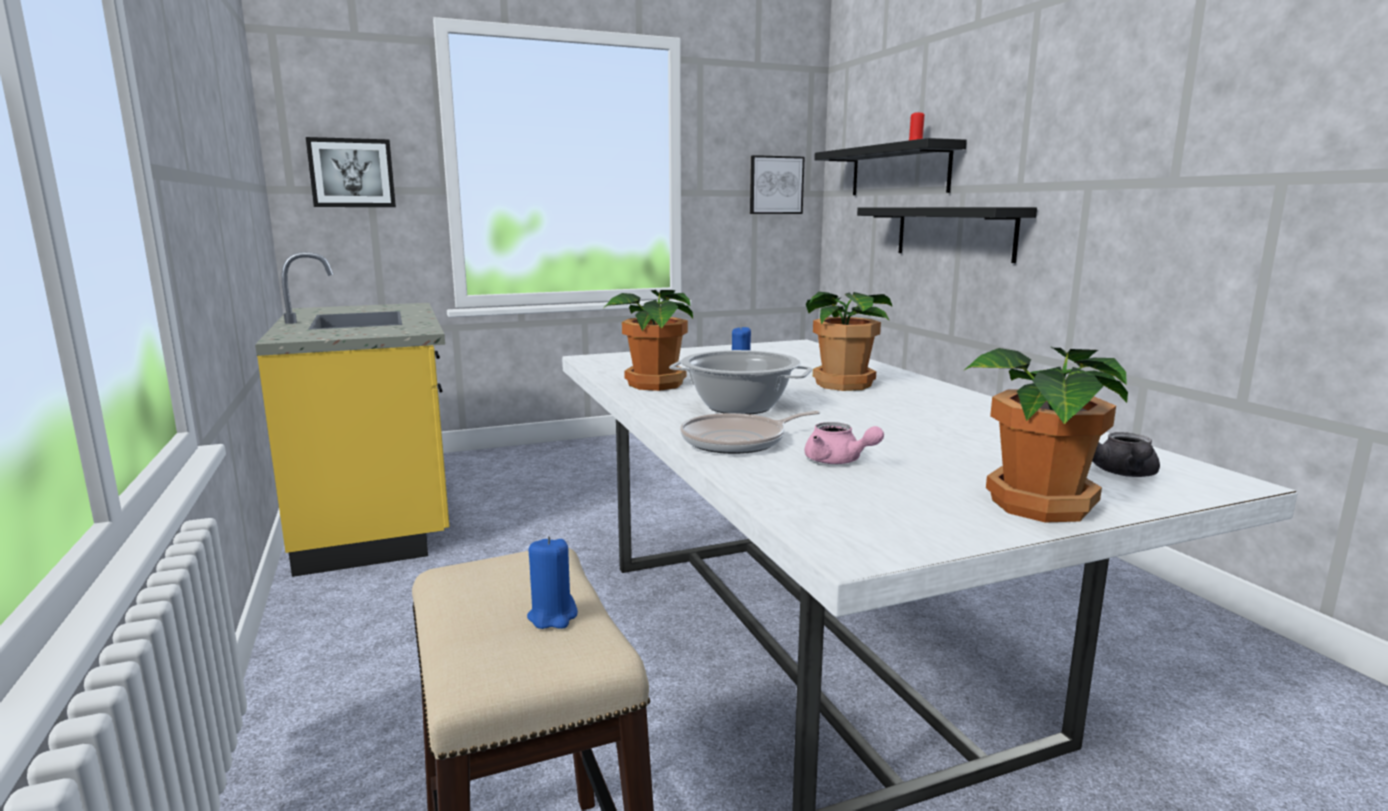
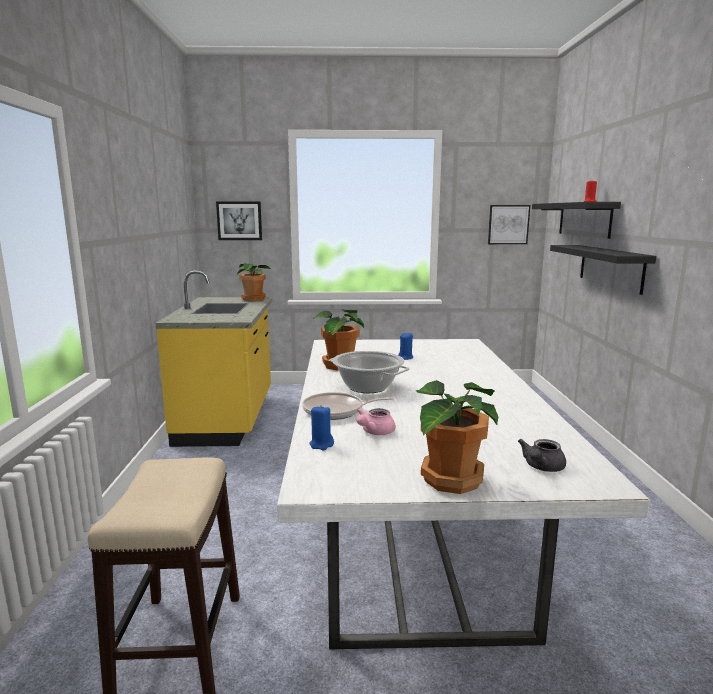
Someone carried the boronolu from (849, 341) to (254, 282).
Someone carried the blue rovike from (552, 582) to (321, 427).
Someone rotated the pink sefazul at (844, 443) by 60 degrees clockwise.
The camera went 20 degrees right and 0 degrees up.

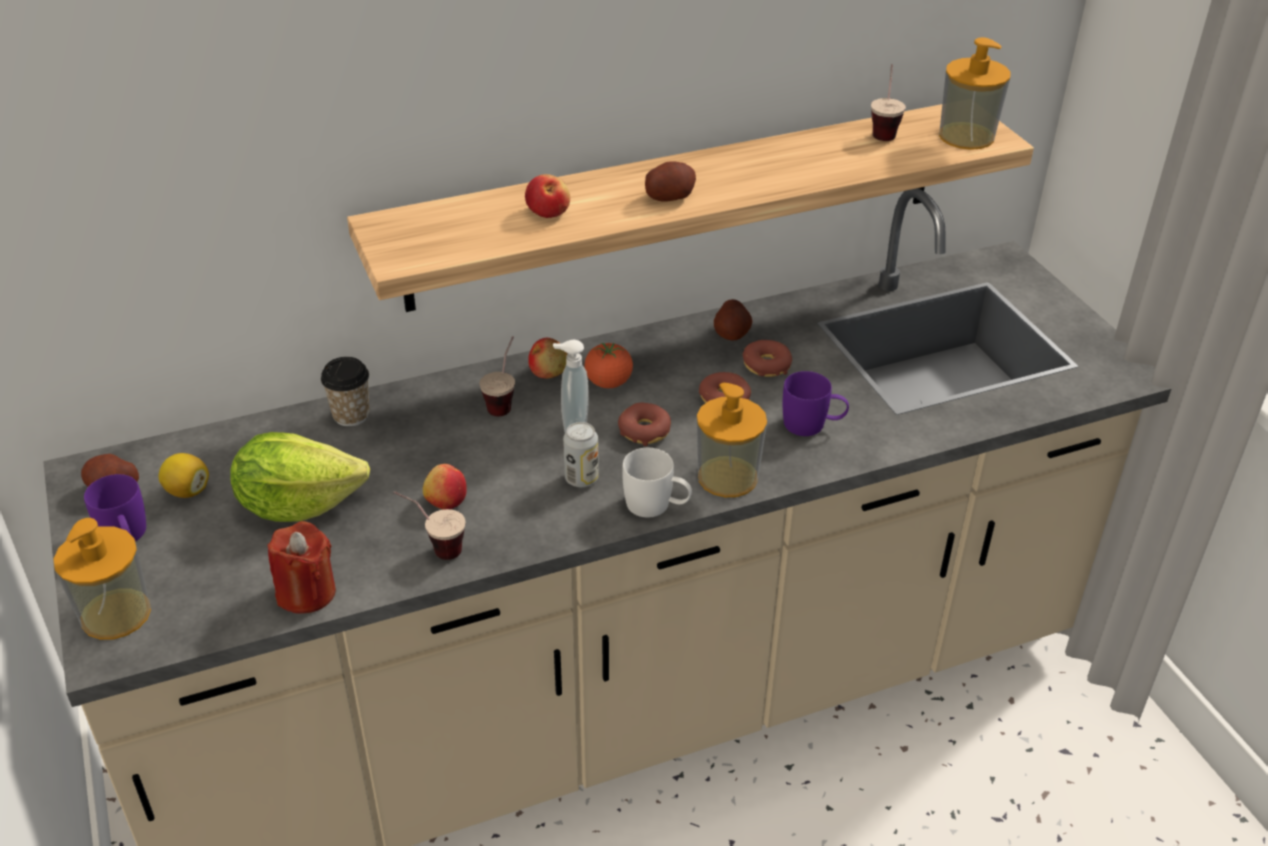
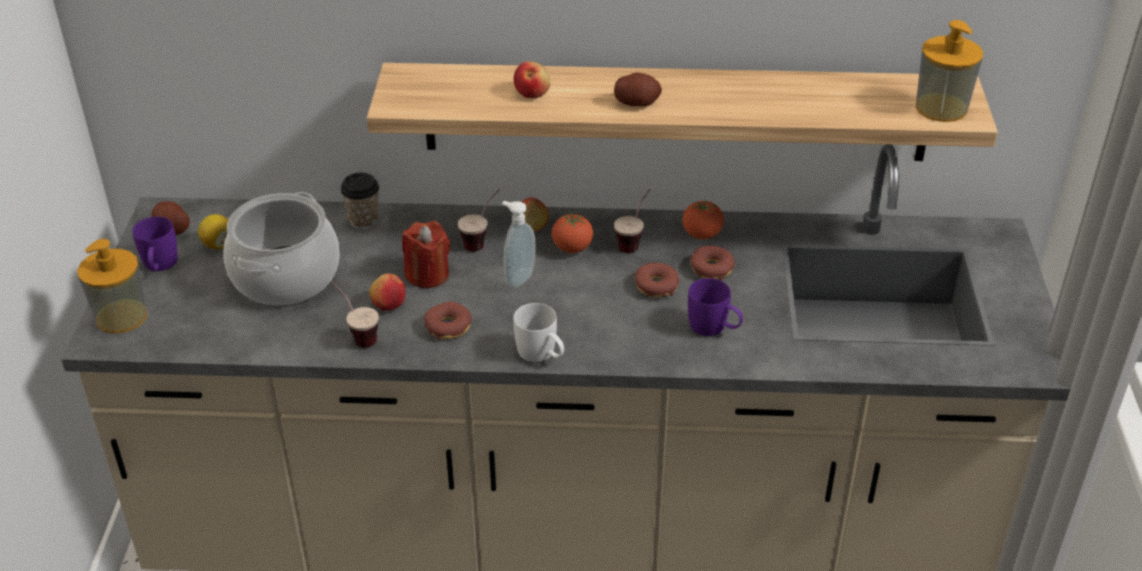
Someone swapped the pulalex at (300, 477) for the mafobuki at (281, 248).
Someone carried the red rovike from (302, 567) to (426, 254).
Someone carried the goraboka from (644, 424) to (448, 321).
Someone carried the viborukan from (888, 102) to (632, 221).
Someone swapped the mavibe at (733, 320) for the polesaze at (703, 219).
Someone took away the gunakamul at (581, 454).
Someone took away the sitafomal at (732, 440).
The camera went 25 degrees right and 0 degrees up.

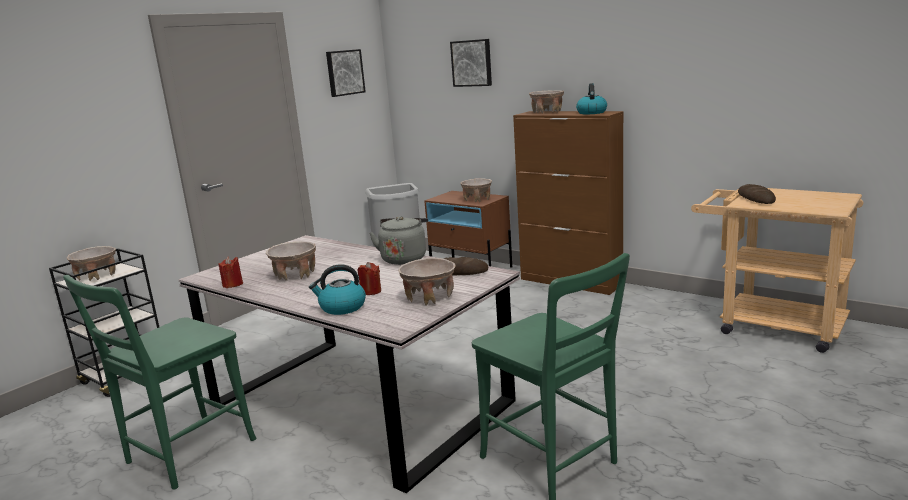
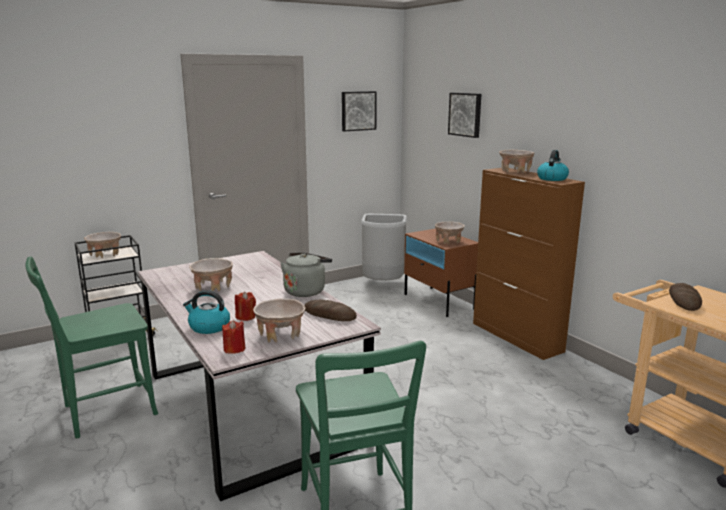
Someone carried the red rovike from (231, 272) to (233, 337).
The camera went 20 degrees right and 0 degrees up.

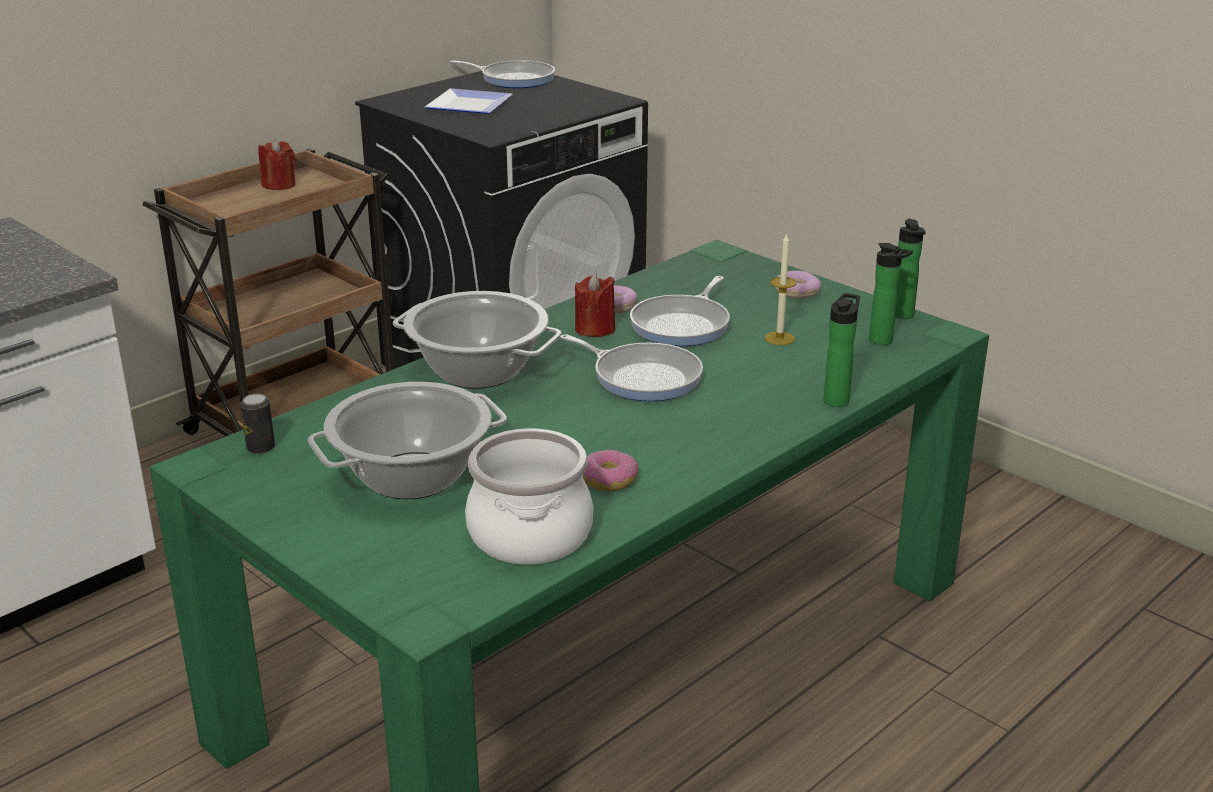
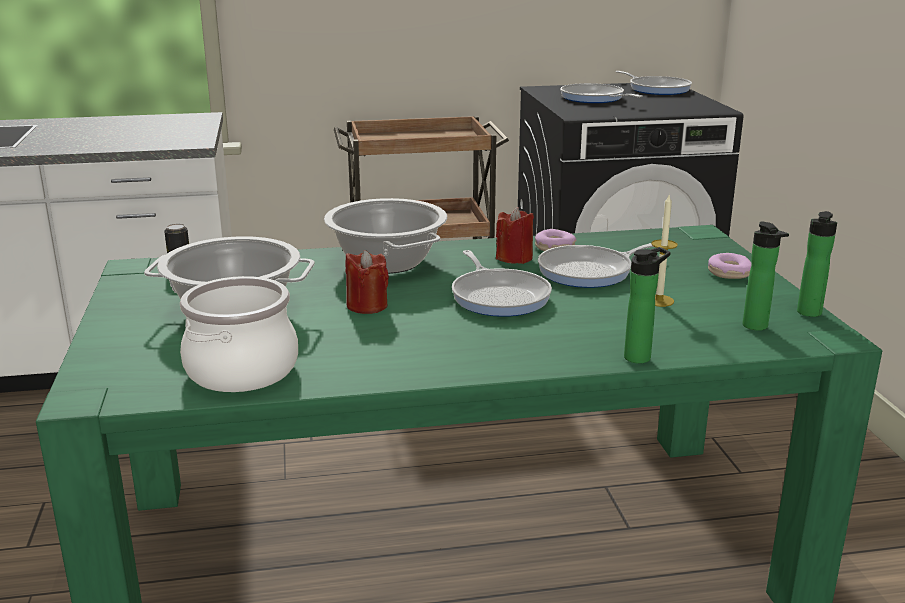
Someone carried the red rovike from (277, 164) to (367, 282).
Someone swapped the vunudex at (469, 101) for the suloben at (601, 93).
Someone took away the goraboka at (610, 470).
The camera went 35 degrees right and 5 degrees down.

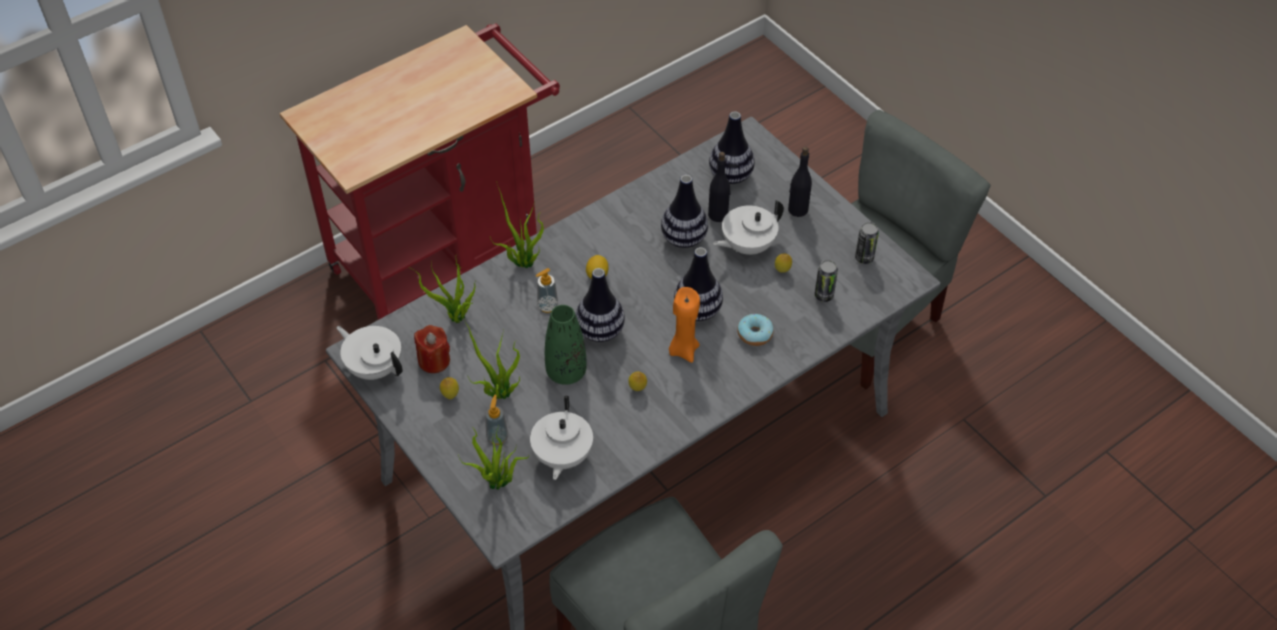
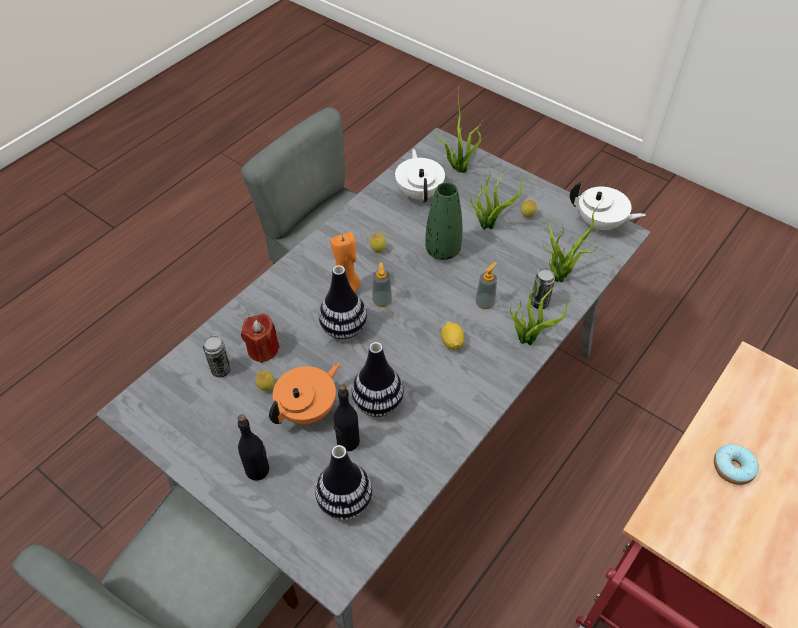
Someone carried the red rovike from (432, 349) to (260, 338).
Someone repainted the white sefazul at (748, 227), which became the orange sefazul at (304, 393).
Someone carried the sitafomal from (496, 420) to (382, 284).
Someone carried the gunakamul from (867, 243) to (543, 288).
Someone carried the goraboka from (755, 330) to (736, 464).
Someone took away the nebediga at (600, 305).
The camera went 165 degrees right and 0 degrees up.

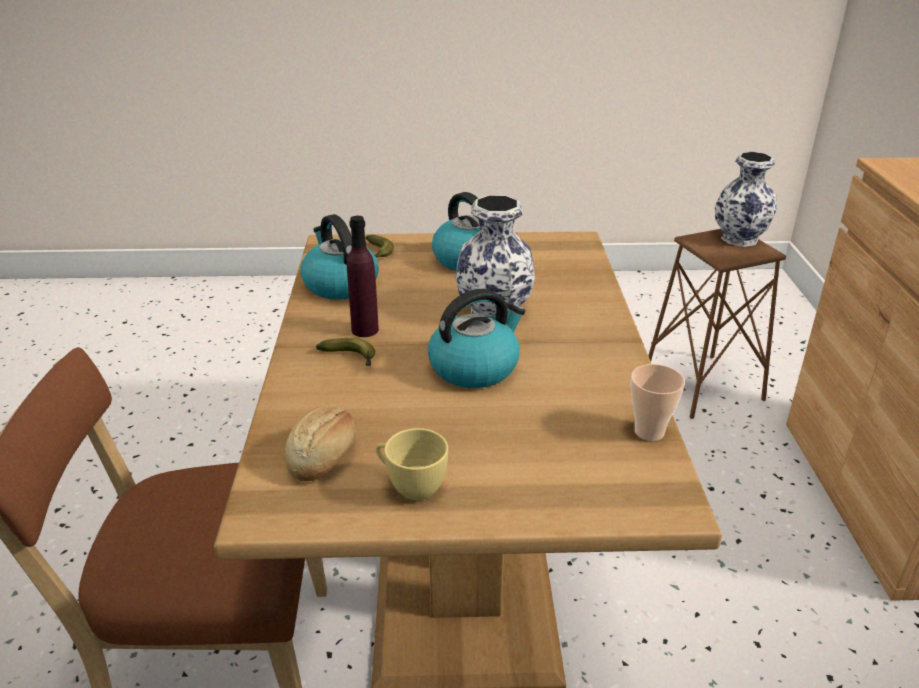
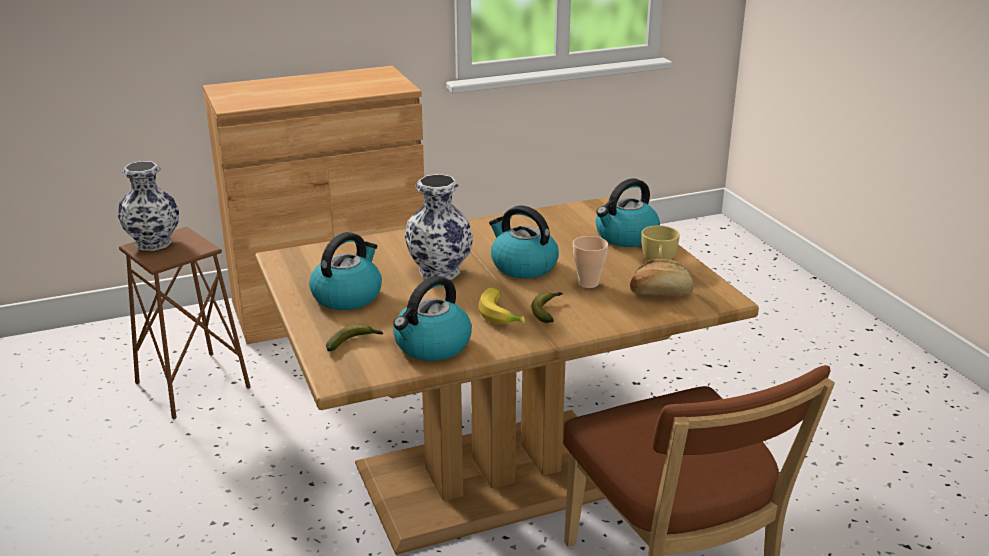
Someone swapped the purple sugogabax at (363, 276) for the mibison at (502, 306).
Someone carried the viborukan from (658, 402) to (590, 262).
Someone put down the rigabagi at (628, 212).
The camera went 110 degrees left and 5 degrees down.

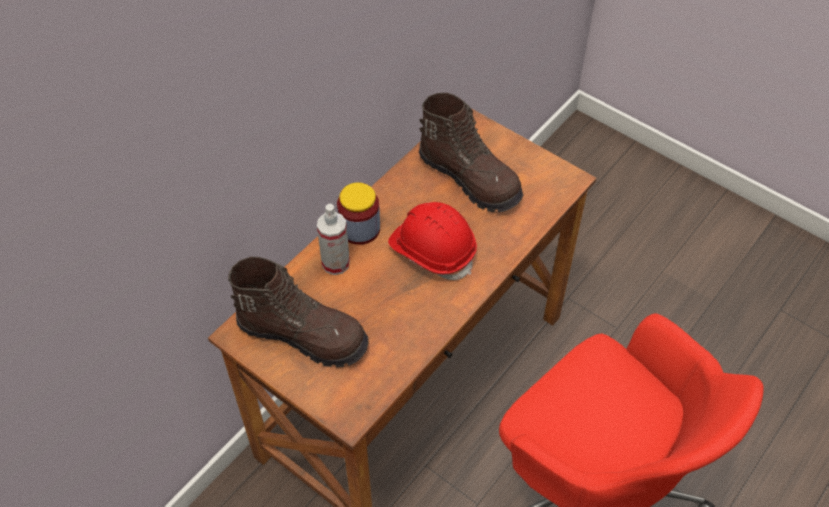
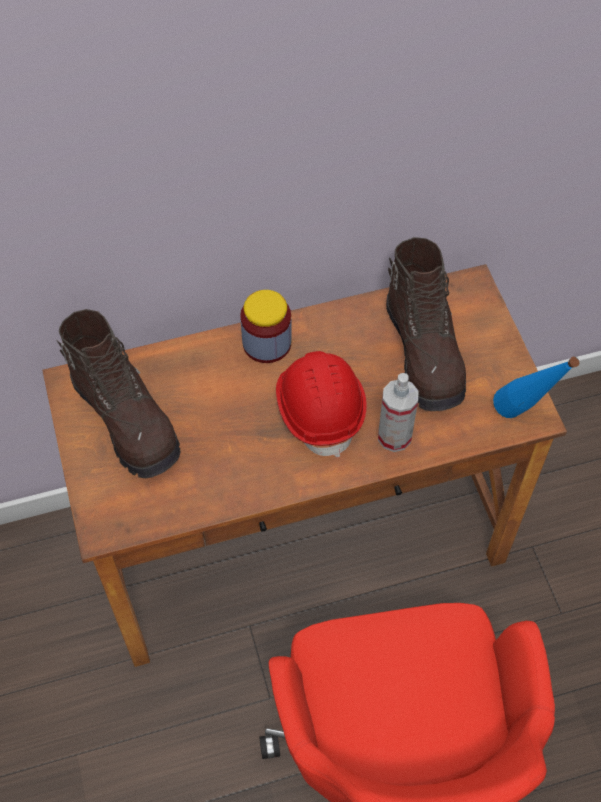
Someone carried the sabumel from (333, 239) to (398, 412).
Someone put down the blue sugogabax at (536, 387).
The camera went 35 degrees right and 5 degrees up.

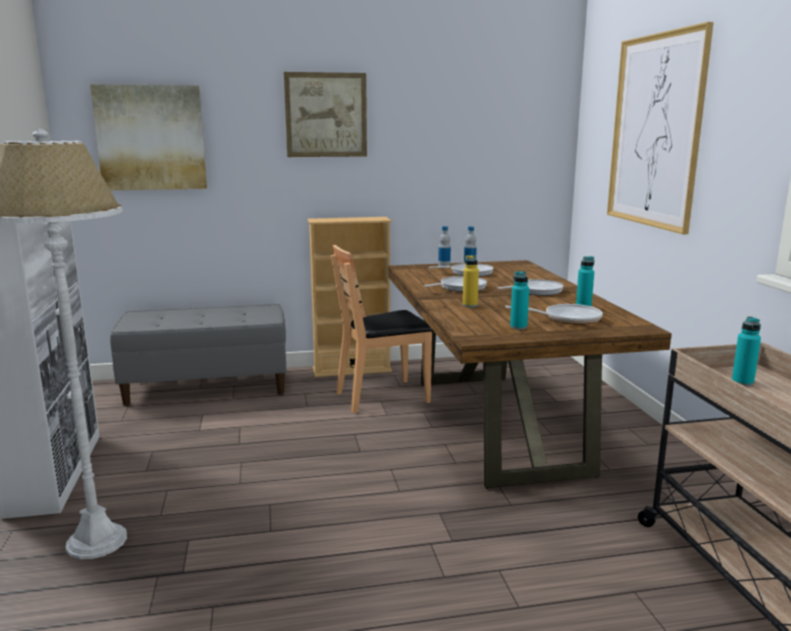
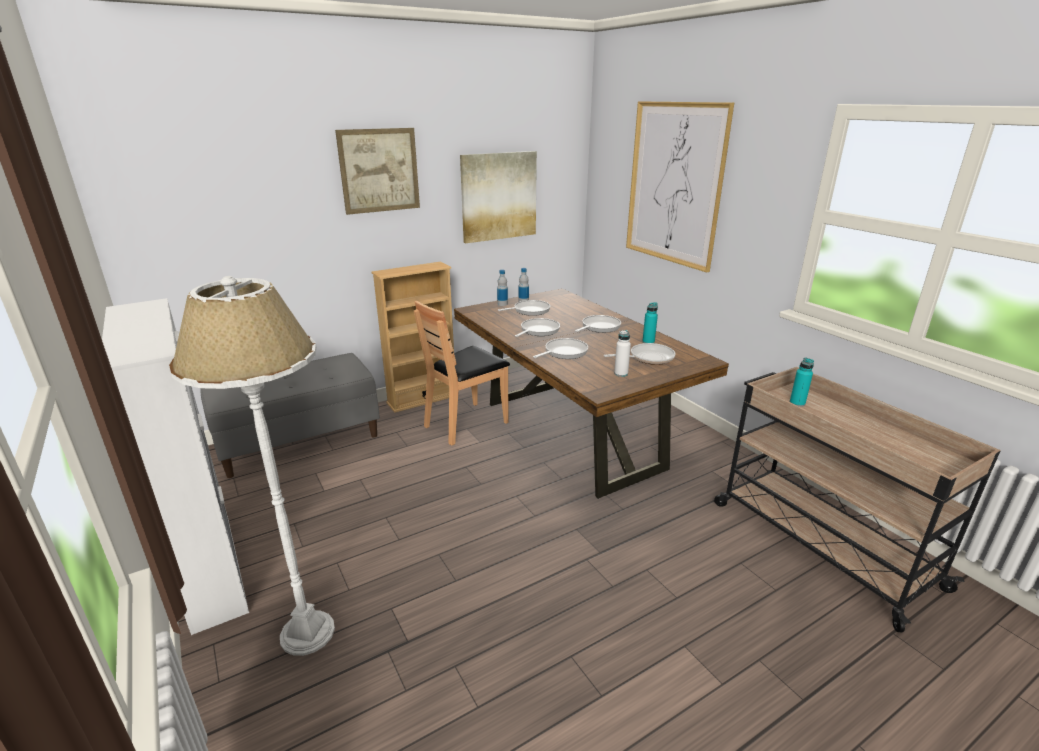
Someone carried the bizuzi from (148, 137) to (498, 197).
Someone swapped the yellow sugogabax at (471, 281) for the suloben at (560, 348).
Someone repainted the turquoise sugogabax at (519, 300), which became the white sugogabax at (622, 353).
The camera went 20 degrees left and 10 degrees up.

